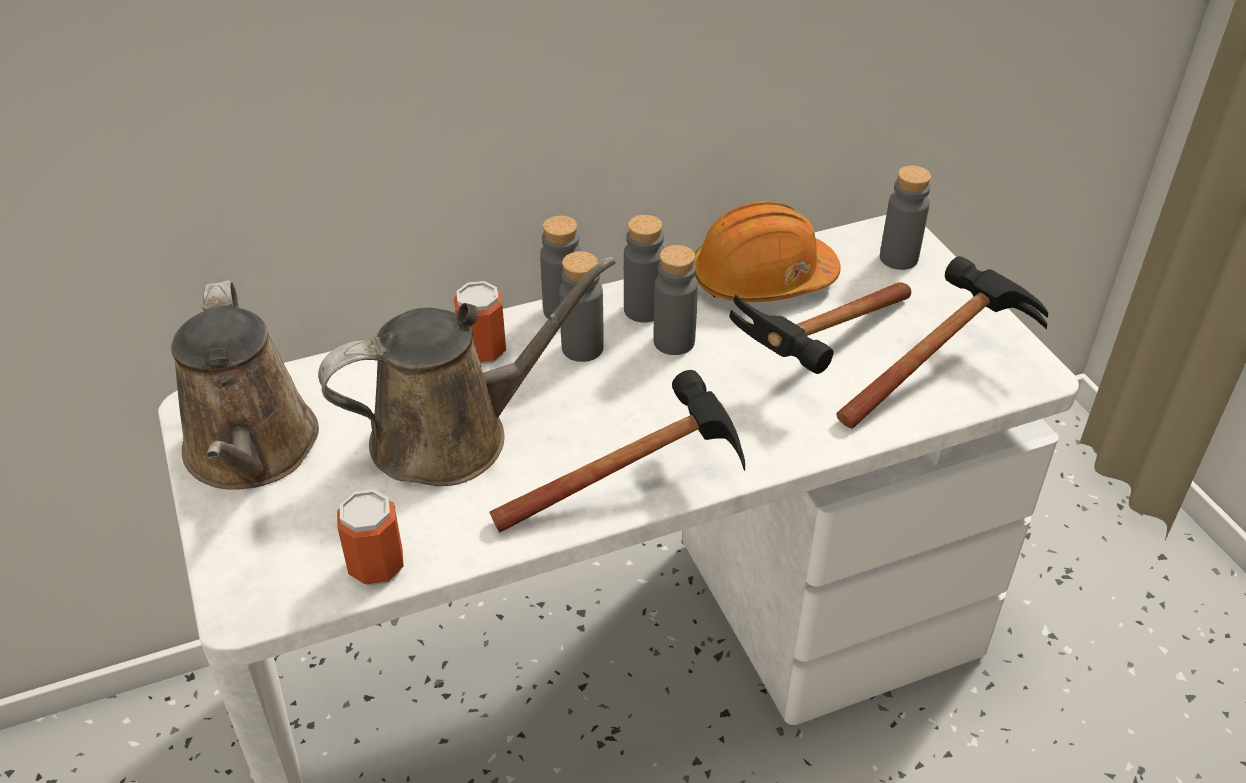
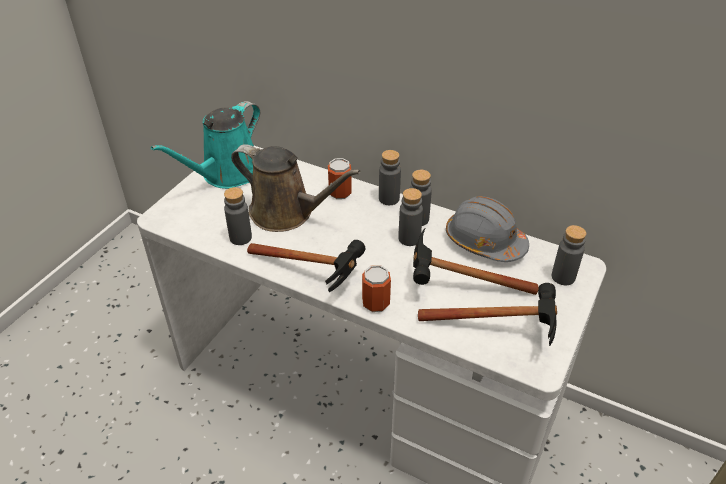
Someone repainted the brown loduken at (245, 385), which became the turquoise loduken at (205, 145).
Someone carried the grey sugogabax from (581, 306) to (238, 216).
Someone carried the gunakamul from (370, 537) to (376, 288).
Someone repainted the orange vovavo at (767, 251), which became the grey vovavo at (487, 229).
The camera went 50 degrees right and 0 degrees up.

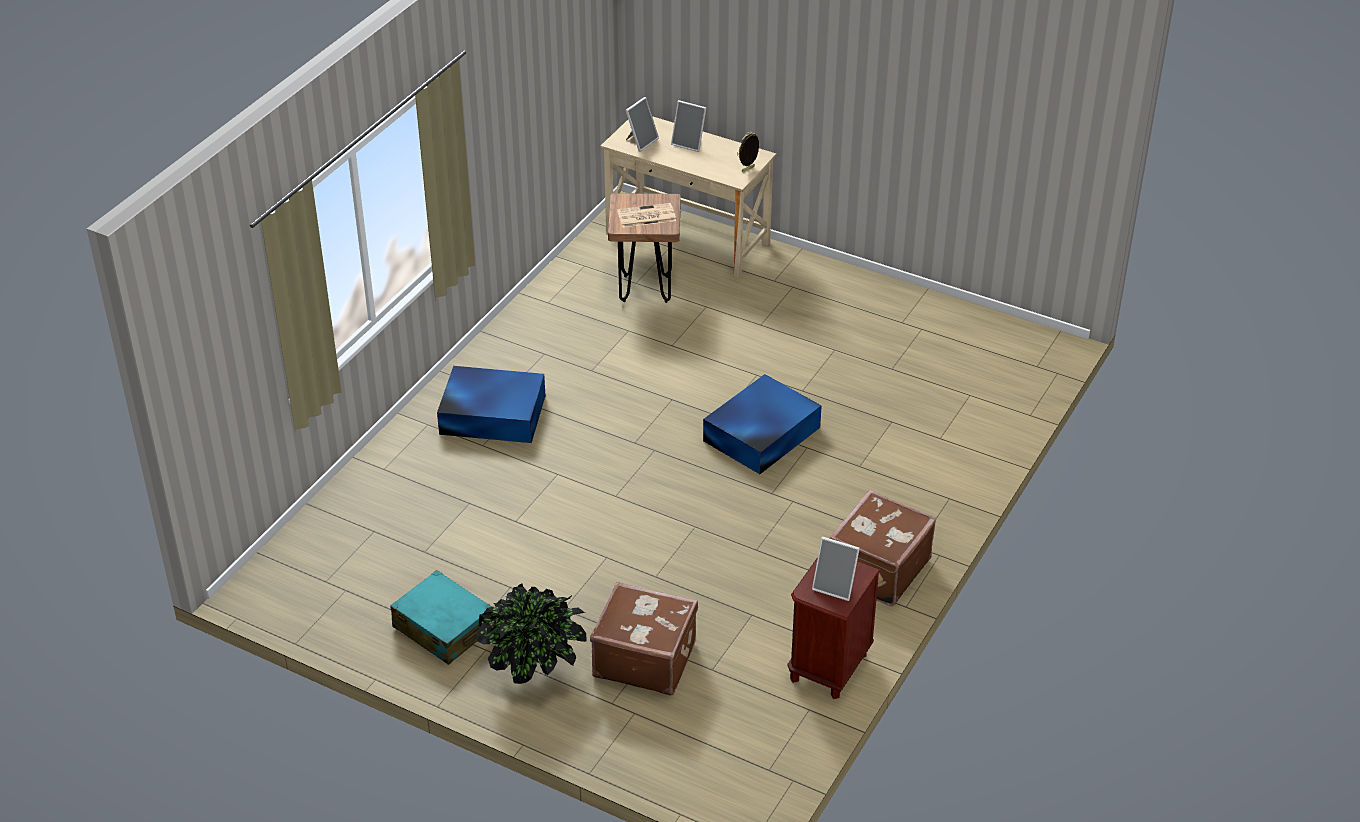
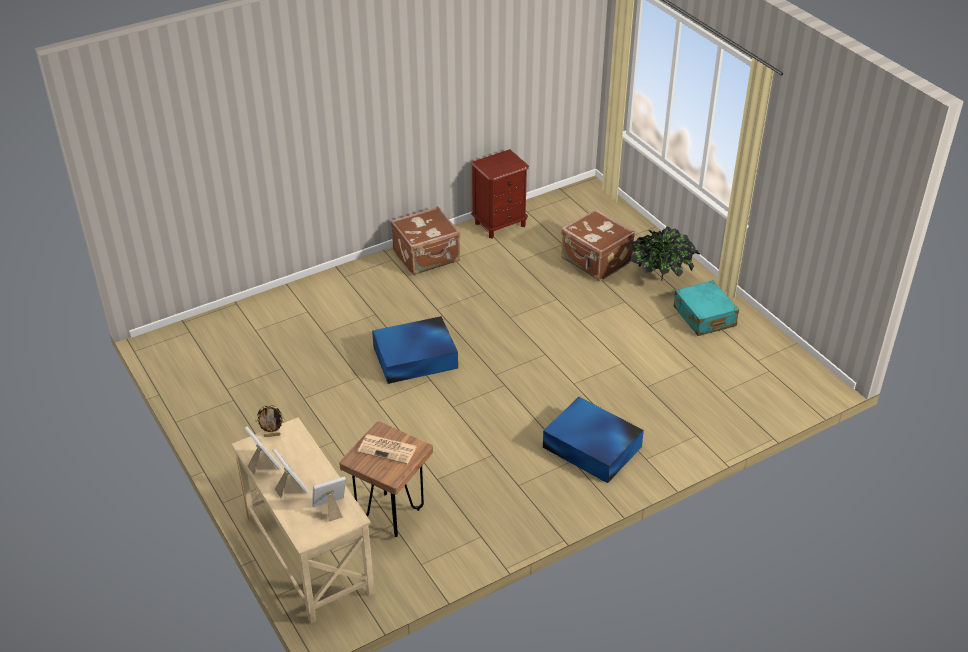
Someone carried the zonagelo from (836, 569) to (262, 450).
The camera went 150 degrees left and 0 degrees up.

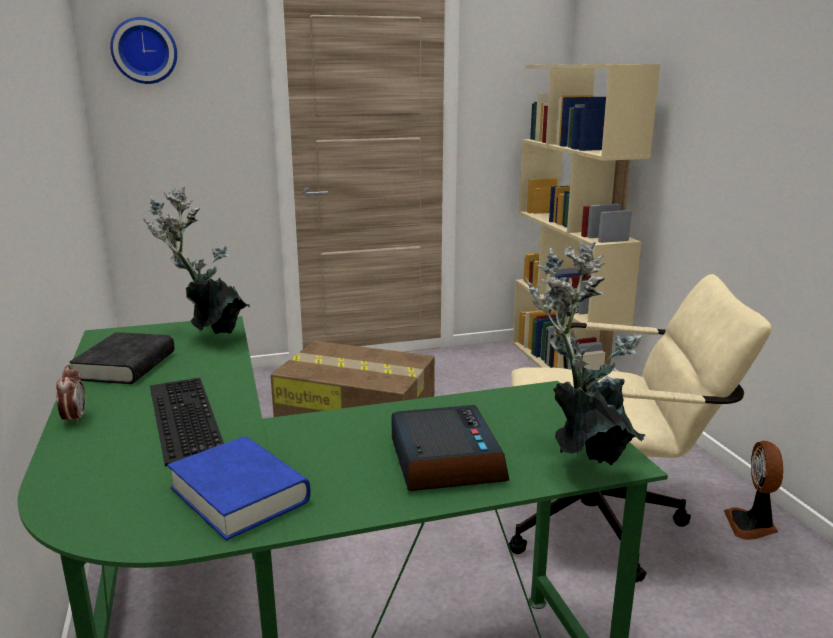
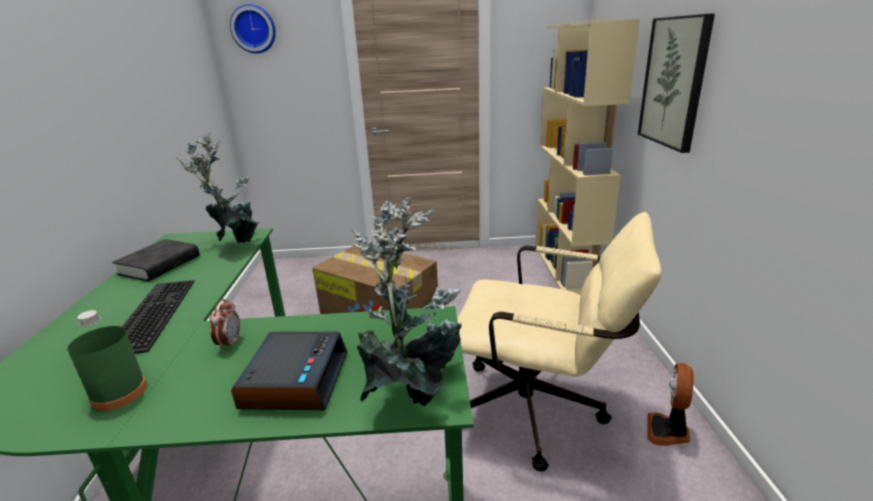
Someone swapped the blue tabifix at (239, 488) for the green sugogabax at (107, 360).
Someone carried the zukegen from (71, 394) to (225, 324).
Someone put up the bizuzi at (676, 83).
The camera went 15 degrees right and 5 degrees up.

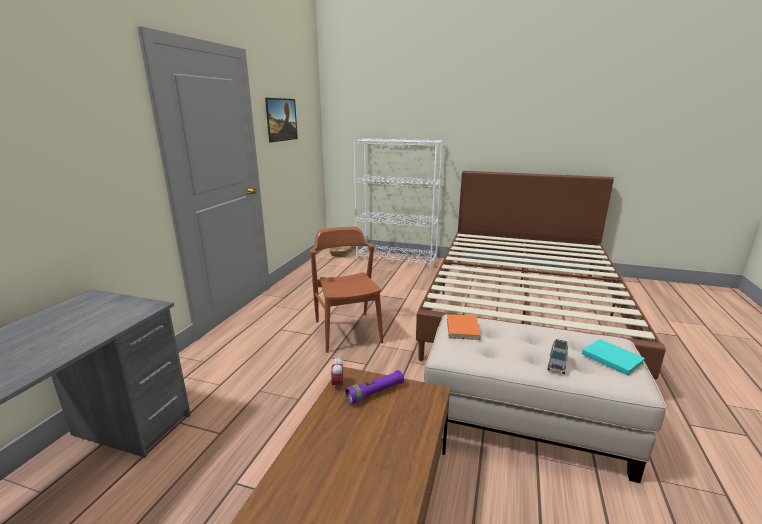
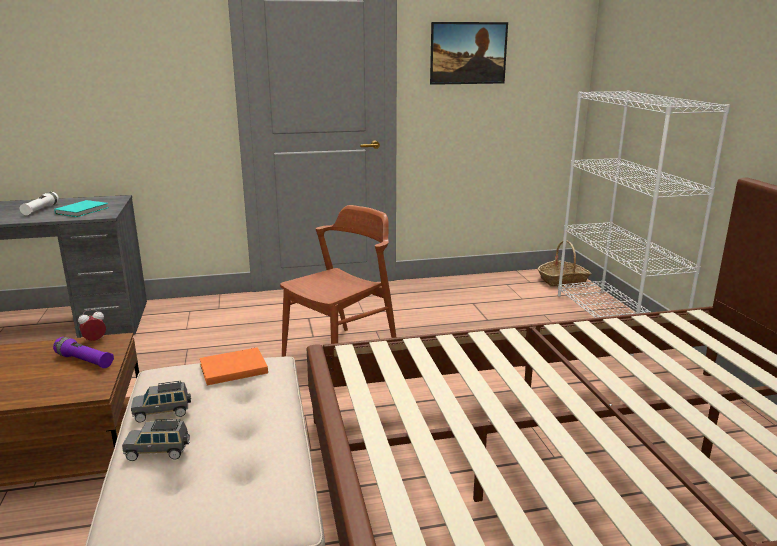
Someone put down the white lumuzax at (39, 203).
Someone carried the turquoise tabifix from (613, 357) to (81, 208).
Someone put down the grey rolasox at (161, 401).
The camera went 60 degrees right and 0 degrees up.

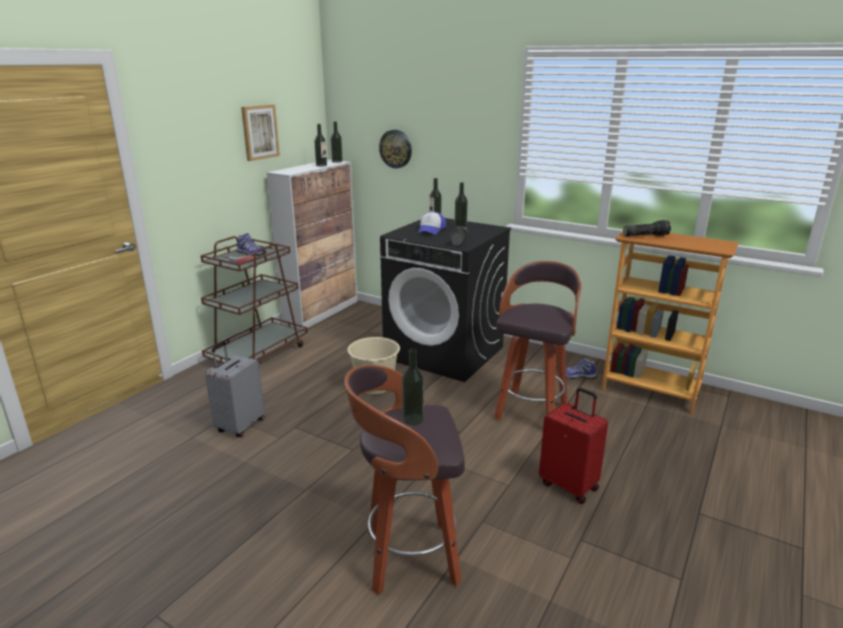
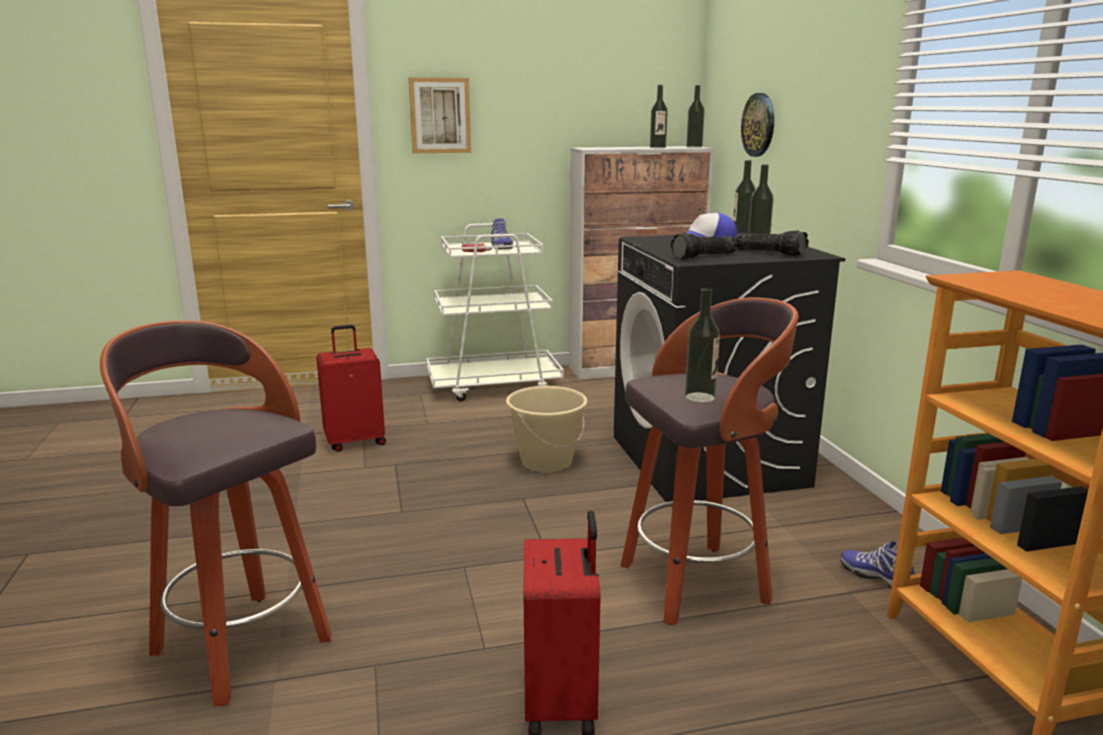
Someone repainted the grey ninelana at (235, 389), which became the red ninelana at (351, 388).
Someone carried the bizuzi from (260, 132) to (440, 115).
Someone repainted the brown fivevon at (254, 302), which became the white fivevon at (495, 312).
Someone carried the sugogabax from (413, 386) to (702, 345).
Someone carried the lumuzax from (647, 228) to (772, 243).
The camera went 45 degrees right and 5 degrees down.

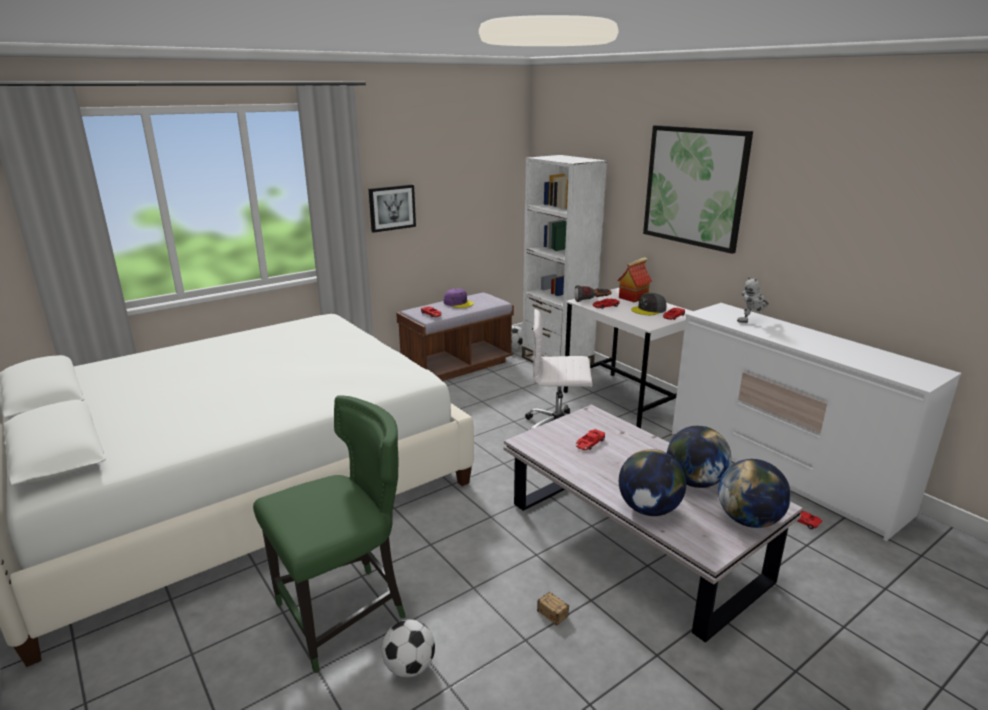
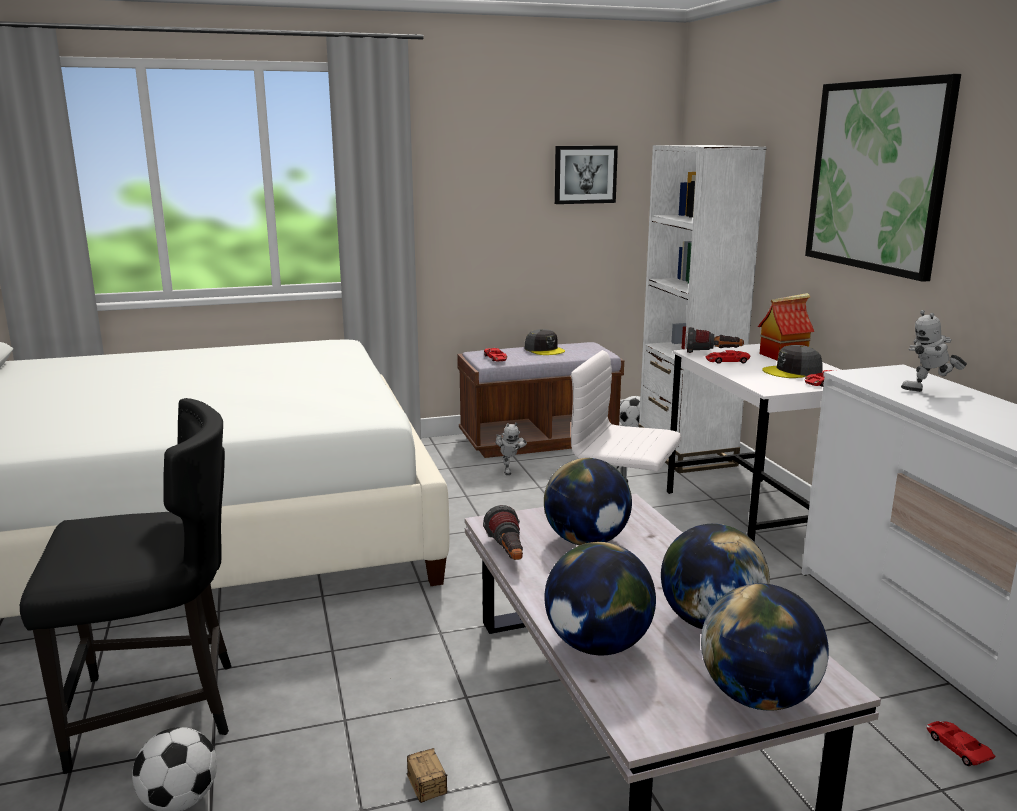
Someone repainted the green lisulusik at (329, 534), which became the black lisulusik at (126, 586).
Someone put down the lumuzax at (503, 532).
Someone put down the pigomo at (511, 449).
Someone repainted the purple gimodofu at (459, 298), which became the grey gimodofu at (544, 342).
Someone swapped the red rolasox at (590, 439) for the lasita at (588, 501).
Someone carried the bizuzi from (392, 208) to (586, 175).
The camera went 20 degrees right and 5 degrees down.

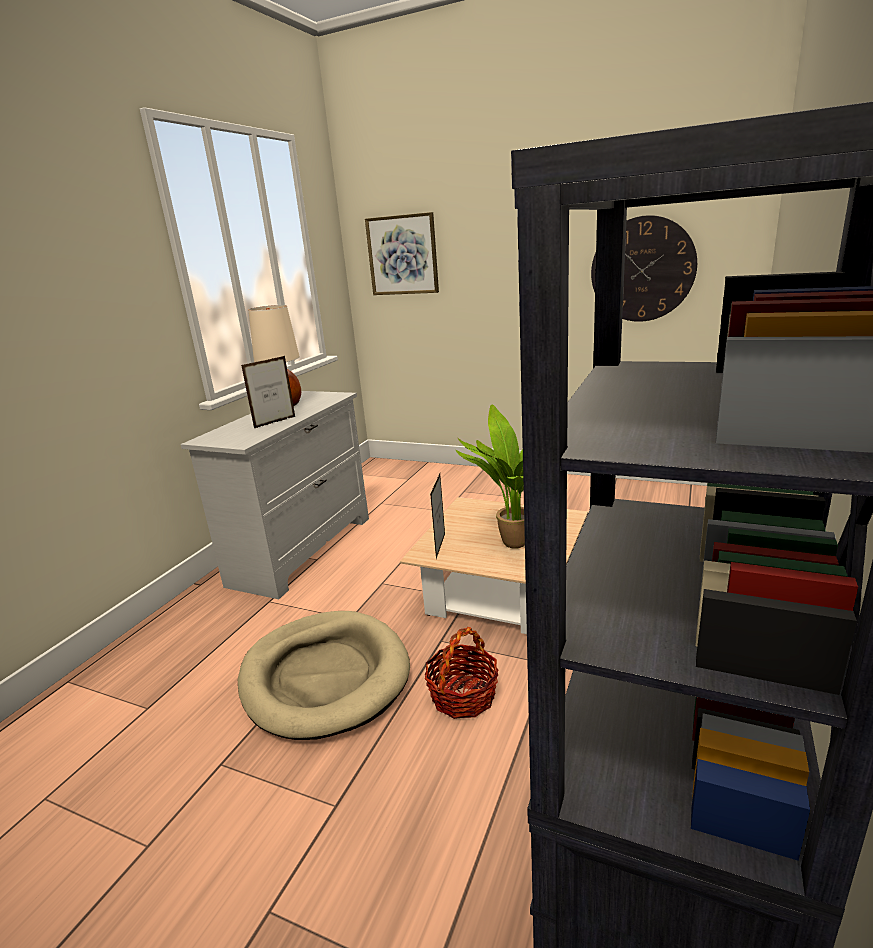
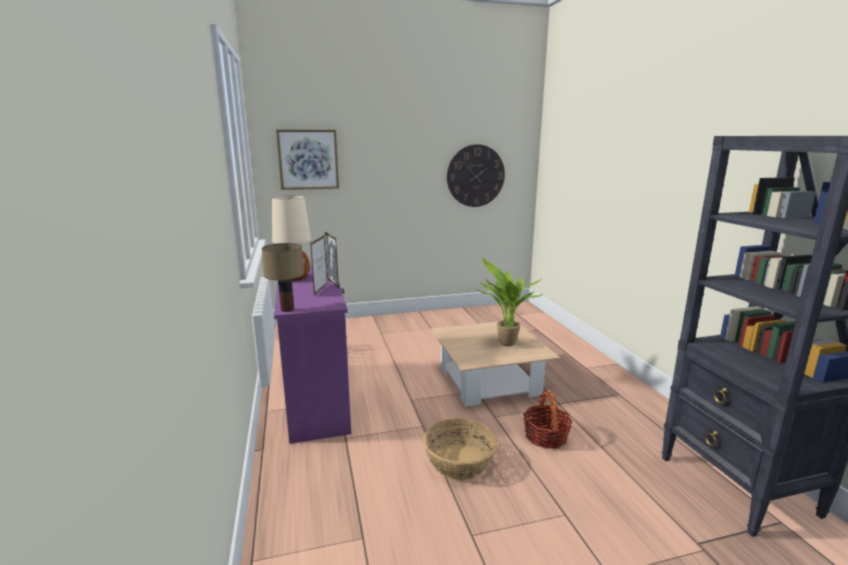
Someone put down the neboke at (283, 277).
Someone repainted the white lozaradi at (275, 495), which became the purple lozaradi at (312, 354).
Someone carried the zonagelo from (437, 516) to (332, 260).
Someone swapped the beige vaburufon at (324, 675) for the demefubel at (460, 449).
The camera went 40 degrees left and 5 degrees down.

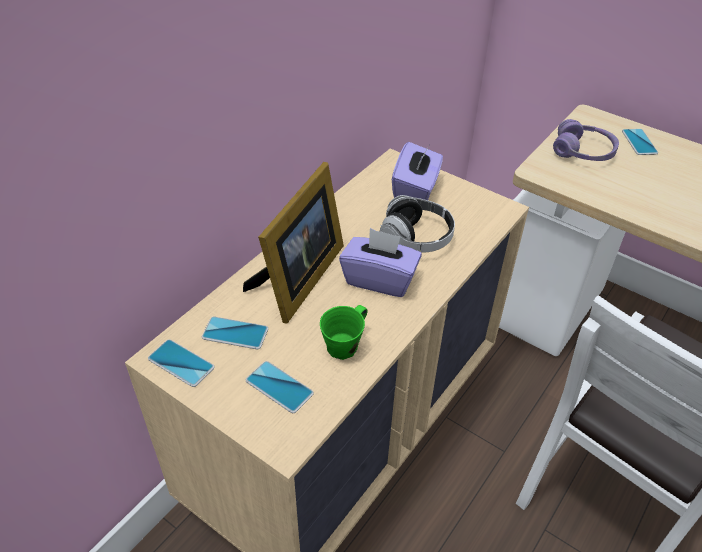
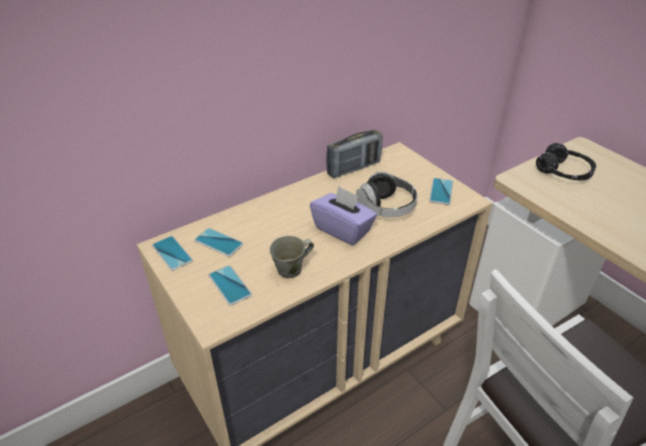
Someone repainted the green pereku at (344, 332), which became the grey pereku at (292, 257).
Someone put down the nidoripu at (354, 153).
Someone carried the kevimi from (640, 142) to (441, 191).
Someone repainted the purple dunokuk at (586, 140), which became the black dunokuk at (566, 161).
Someone took away the zonagelo at (293, 243).
Someone took away the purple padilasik at (417, 171).
The camera went 20 degrees right and 5 degrees down.

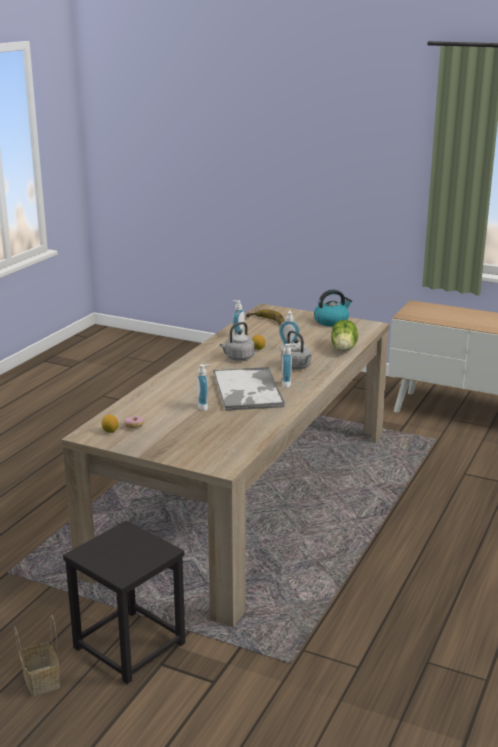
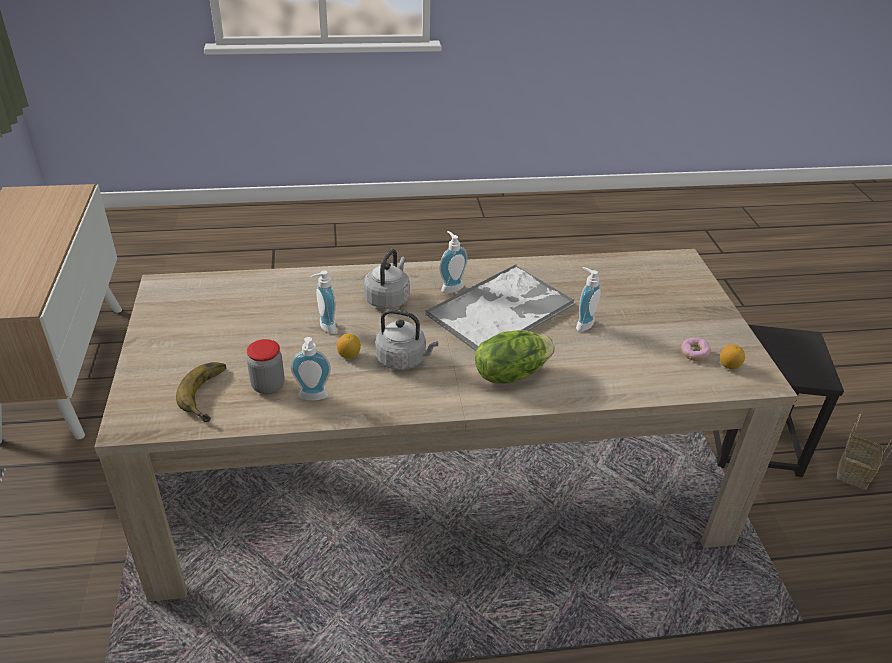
Someone put down the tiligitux at (266, 366).
Someone carried the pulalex from (344, 335) to (515, 357).
Someone took away the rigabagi at (333, 308).
The camera went 125 degrees left and 15 degrees up.

